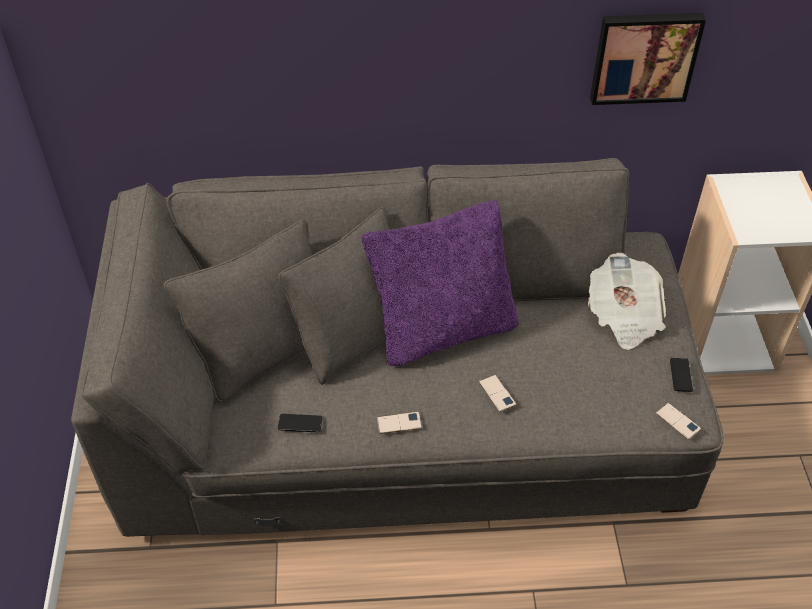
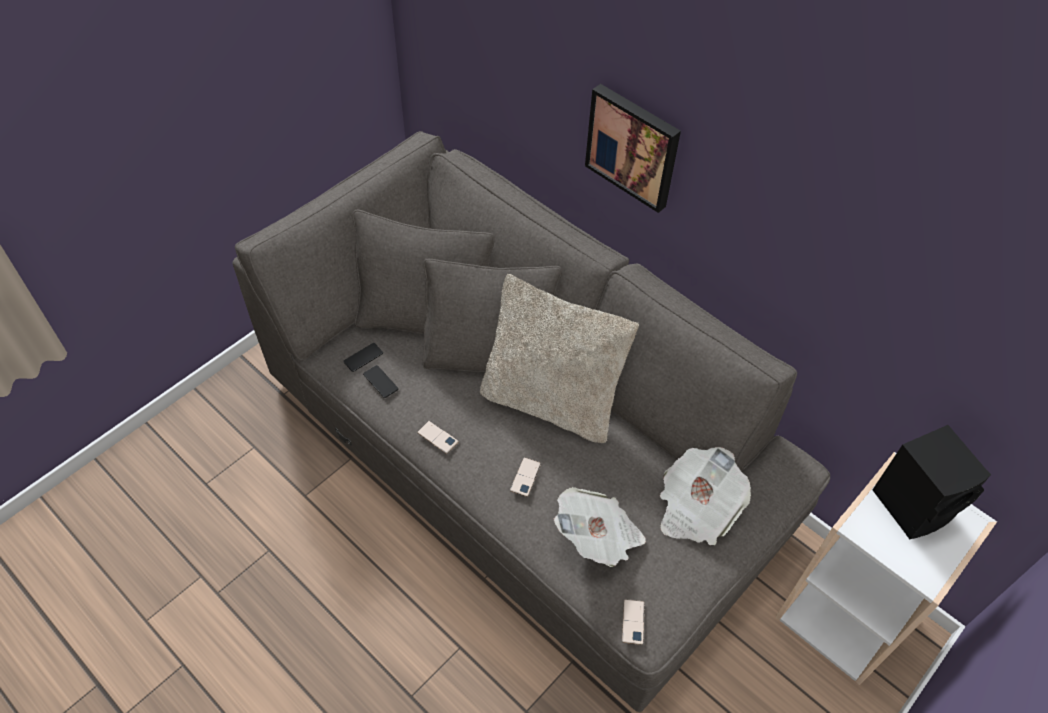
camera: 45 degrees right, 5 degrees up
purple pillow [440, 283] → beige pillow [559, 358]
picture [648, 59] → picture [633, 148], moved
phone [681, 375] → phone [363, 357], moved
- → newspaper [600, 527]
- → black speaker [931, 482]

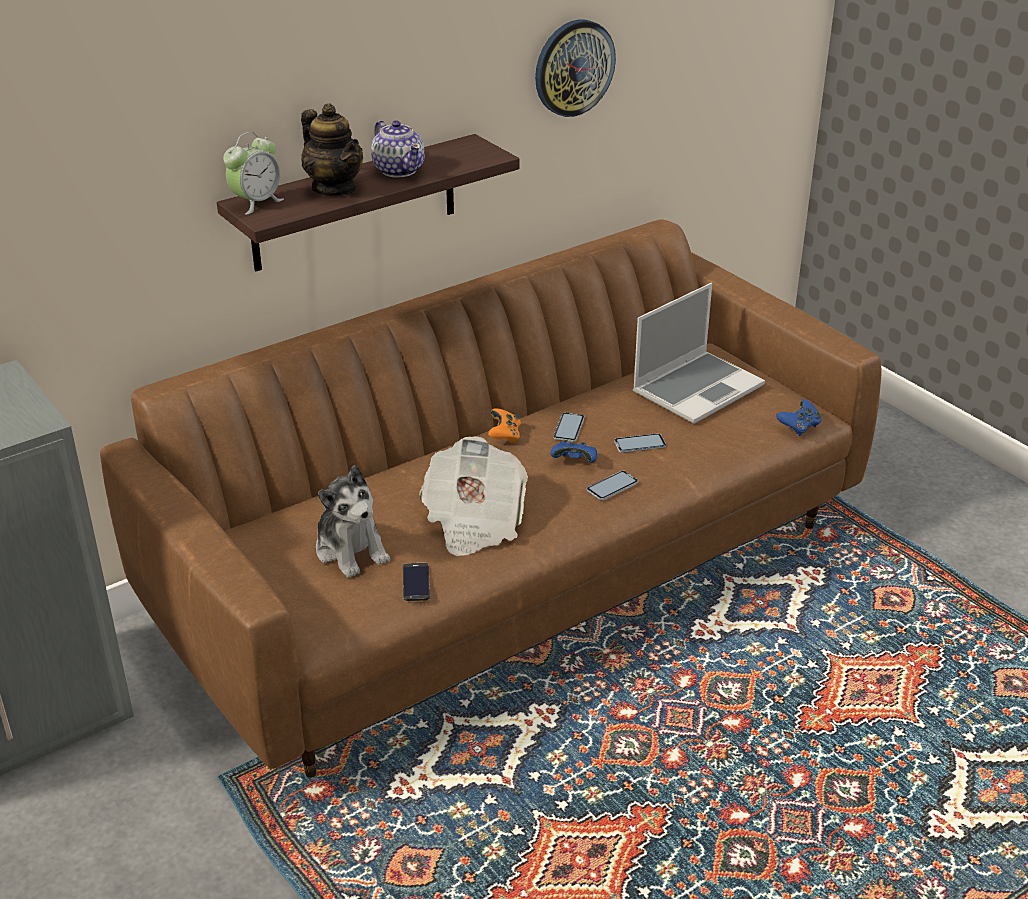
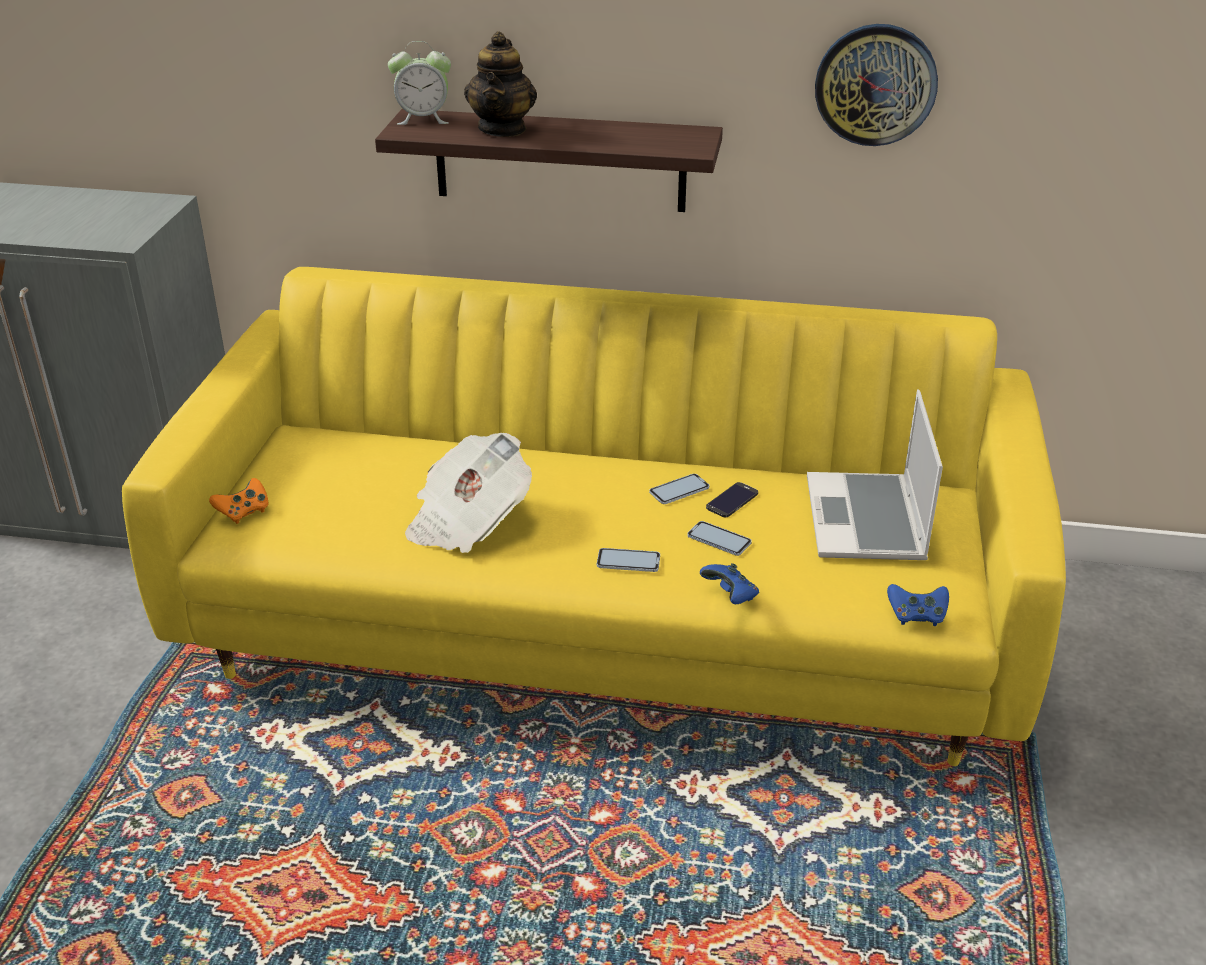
camera: 45 degrees right, 0 degrees up
brown sofa [490, 498] → yellow sofa [594, 516]
plush toy [353, 521] → -
teapot [398, 149] → -
phone [416, 582] → phone [732, 499], moved
orange game controller [504, 425] → orange game controller [239, 501], moved
blue game controller [573, 451] → blue game controller [729, 583], moved
laptop [699, 353] → laptop [875, 475], 90 degrees clockwise

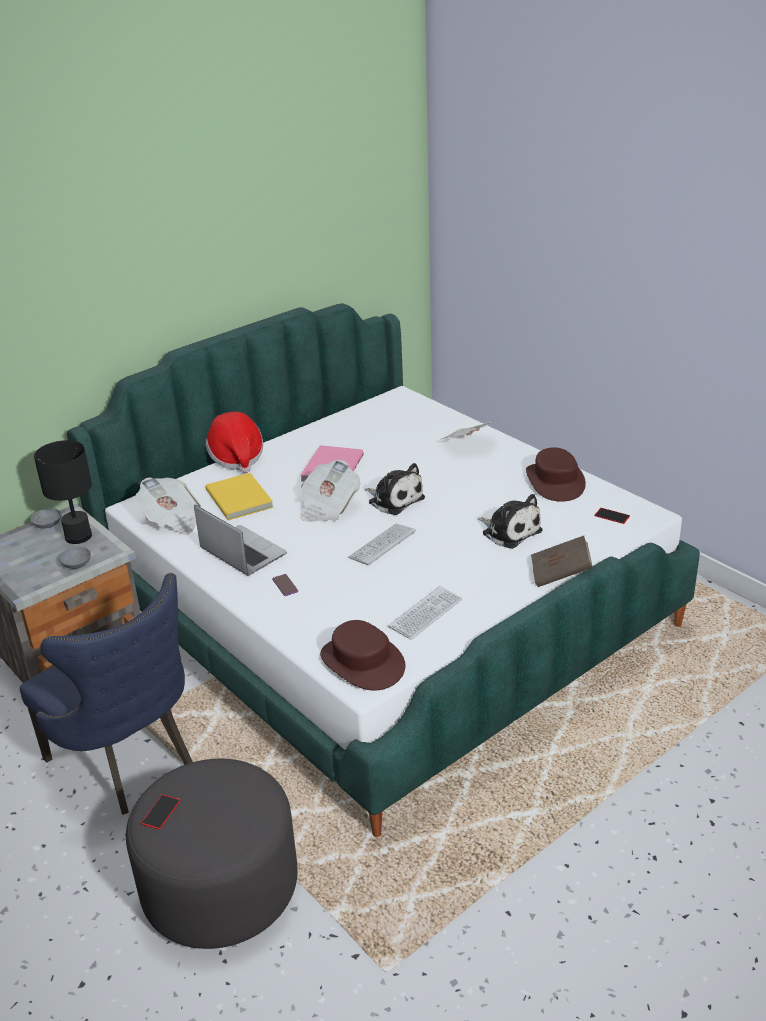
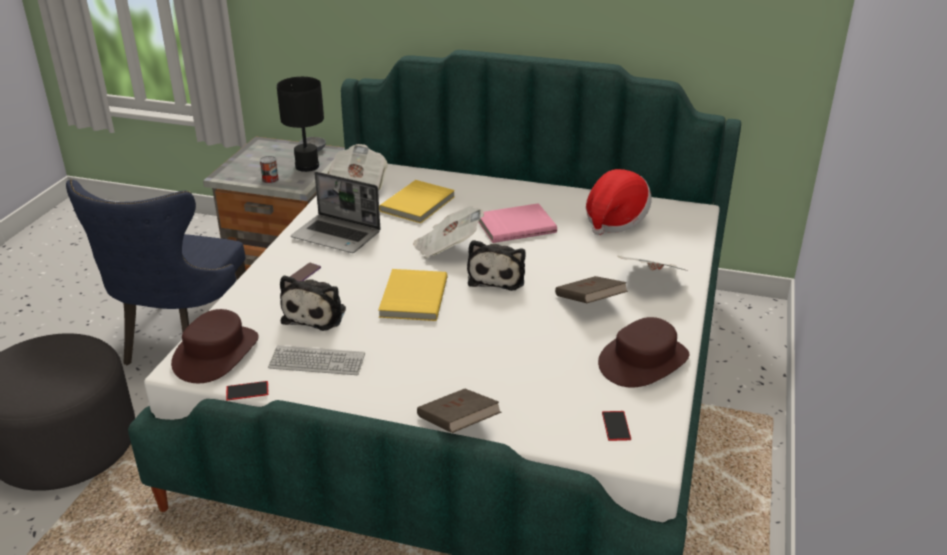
camera: 55 degrees right, 0 degrees up
grey bowl [75, 558] → can [269, 170]
phone [161, 812] → phone [247, 390], moved
laptop [240, 540] → laptop [335, 212], 105 degrees clockwise
hat [234, 442] → hat [618, 202], moved
keyboard [382, 544] → yellow book [413, 295]
plush toy [510, 521] → plush toy [313, 303], moved
- → brown book [591, 289]

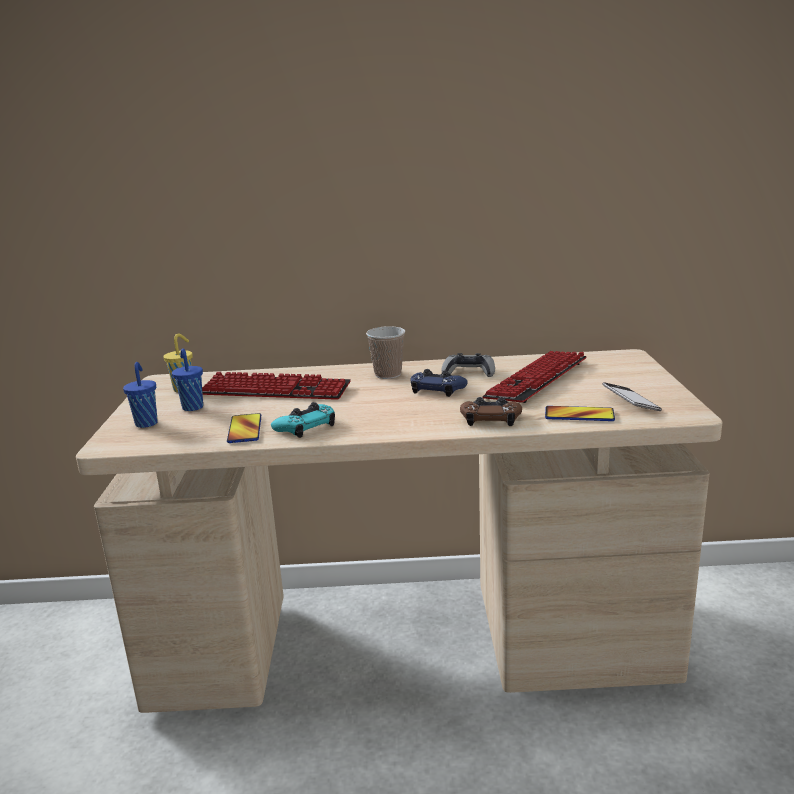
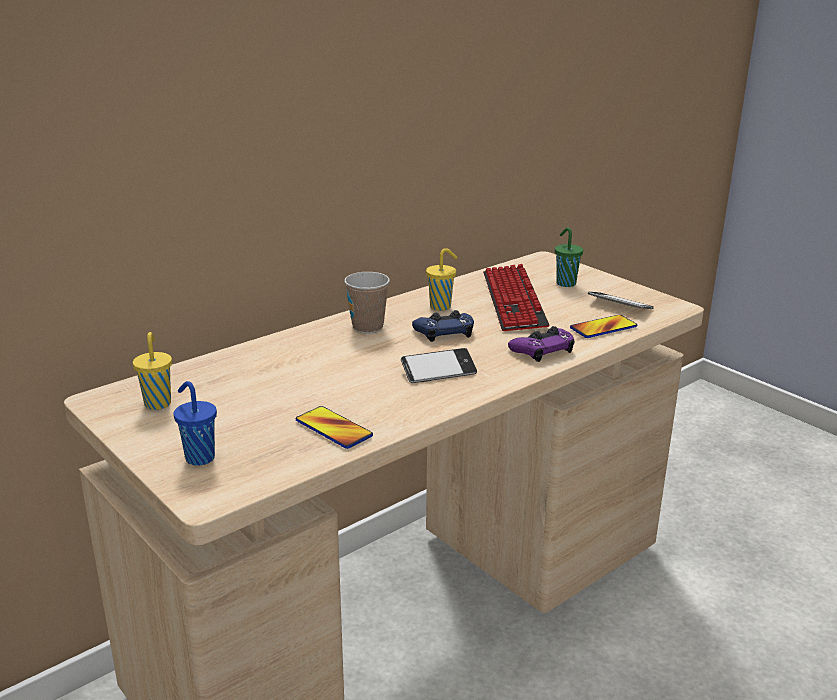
camera: 40 degrees left, 5 degrees up
blue cup [187, 379] → -
keyboard [276, 386] → -
turquoise game controller [303, 420] → -
grey game controller [468, 365] → yellow cup [441, 279]
brown game controller [491, 411] → purple game controller [541, 344]
- → phone [439, 365]
- → green cup [569, 257]

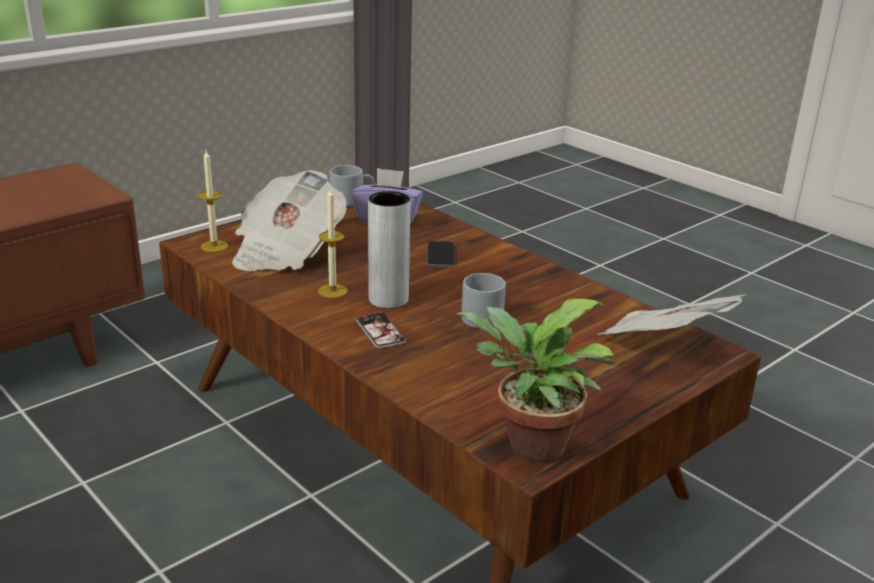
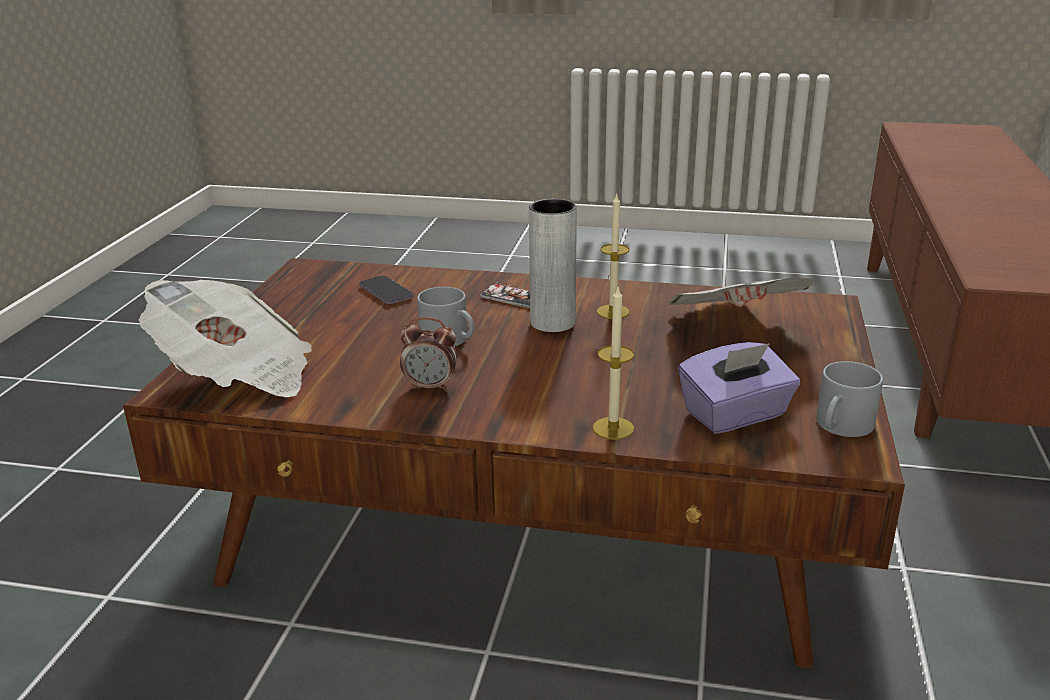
camera: 145 degrees right, 0 degrees up
candle [213, 201] → candle [613, 362], moved
phone [441, 254] → phone [386, 290], moved
potted plant [535, 381] → -
- → alarm clock [428, 354]

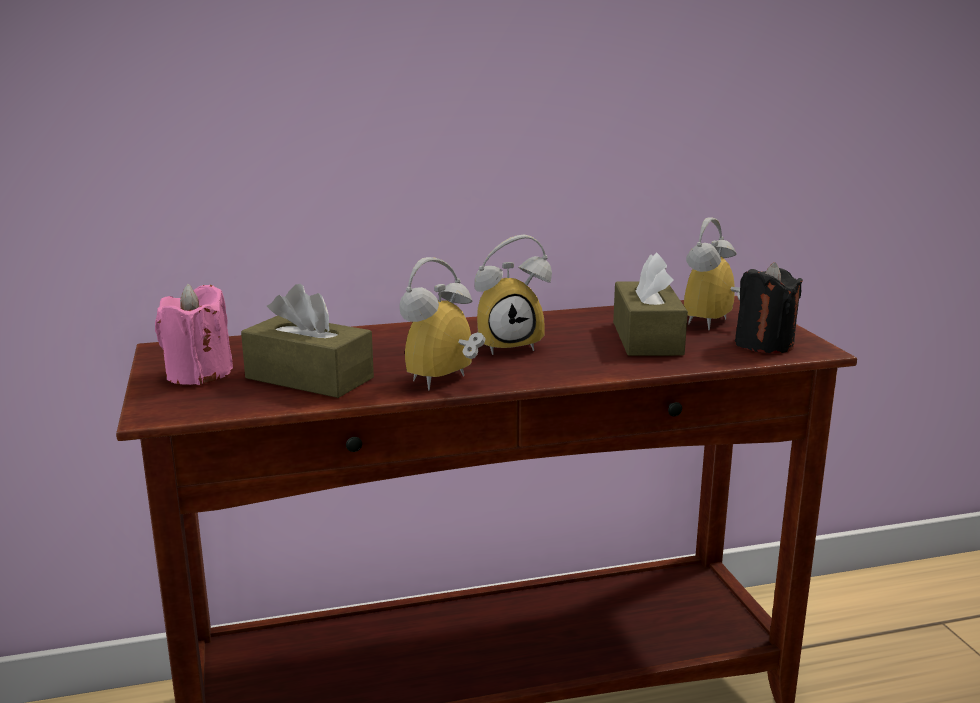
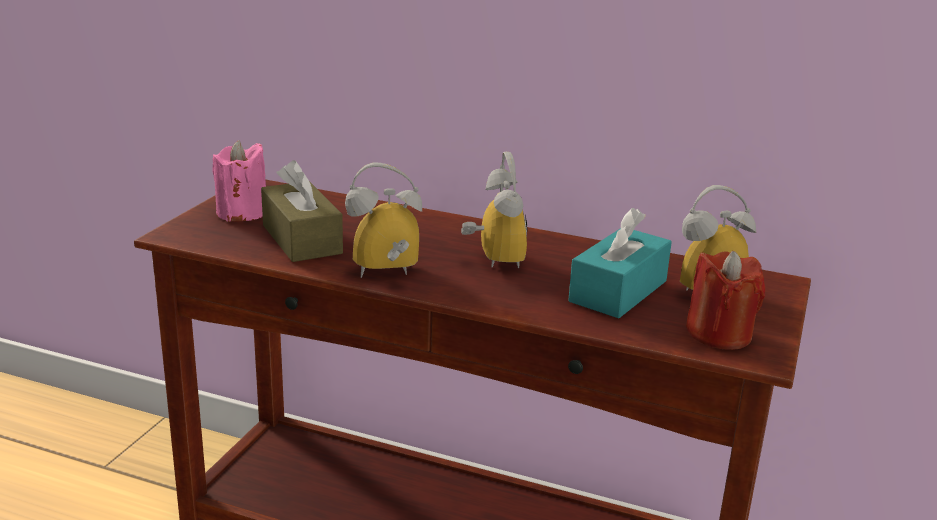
camera: 35 degrees right, 5 degrees up
alarm clock [513, 295] → alarm clock [494, 210], 120 degrees counterclockwise
brown tissue box [650, 304] → turquoise tissue box [620, 263]
black candle [769, 307] → red candle [725, 300]

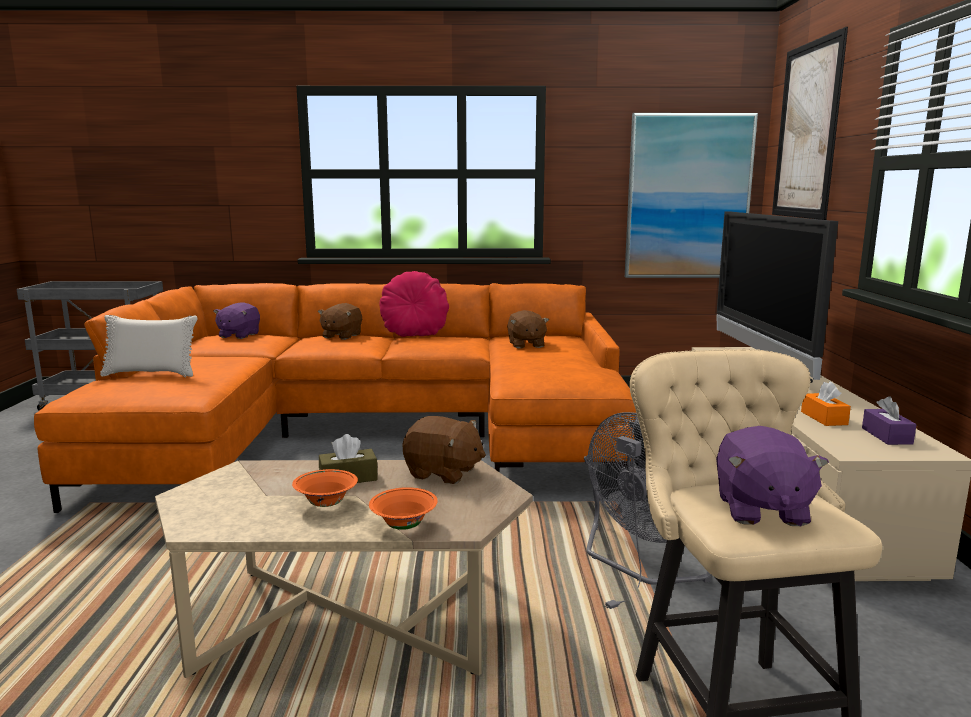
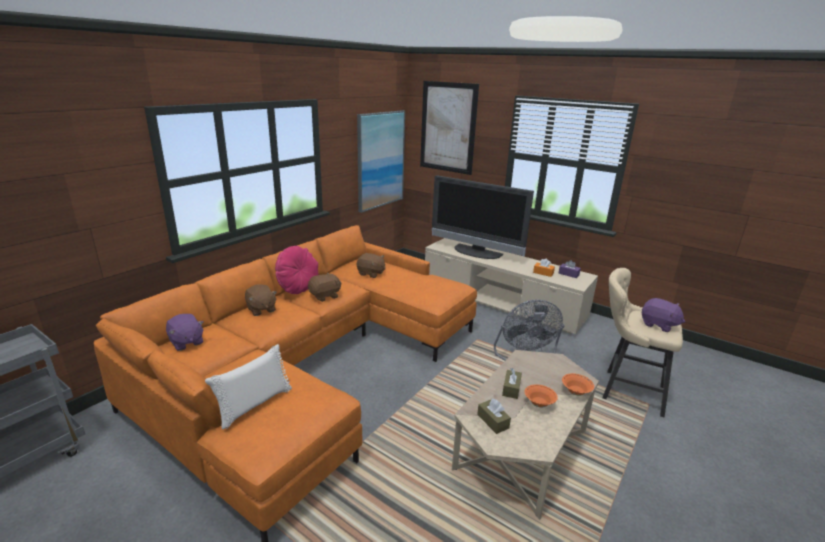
camera: 55 degrees left, 10 degrees up
brown plush toy [444, 450] → brown plush toy [325, 287], moved
- → brown tissue box [494, 416]

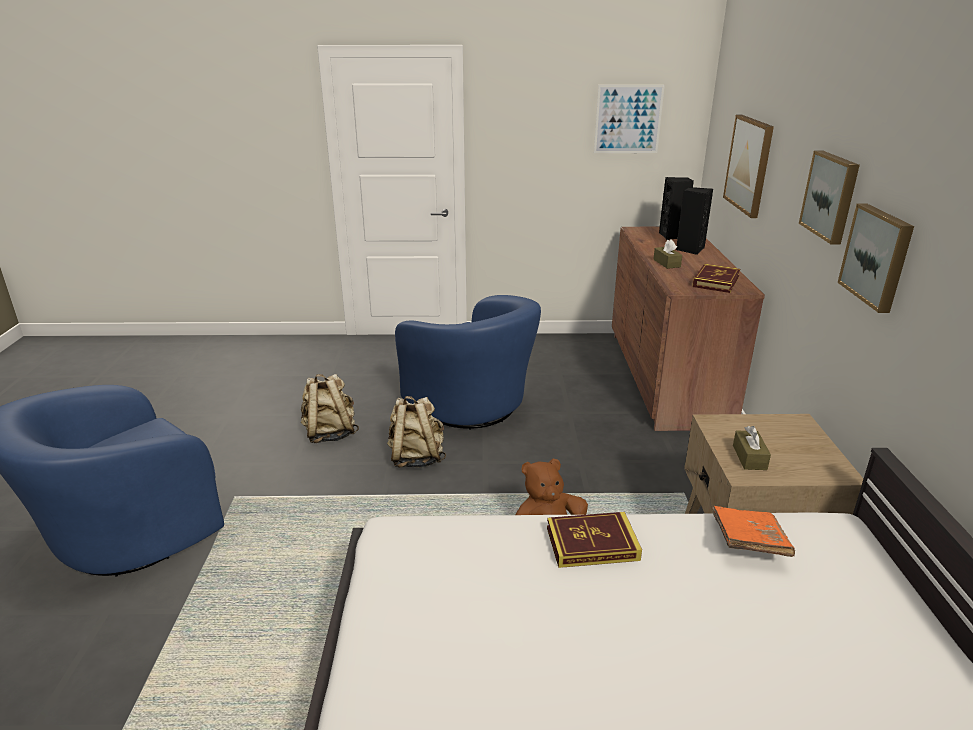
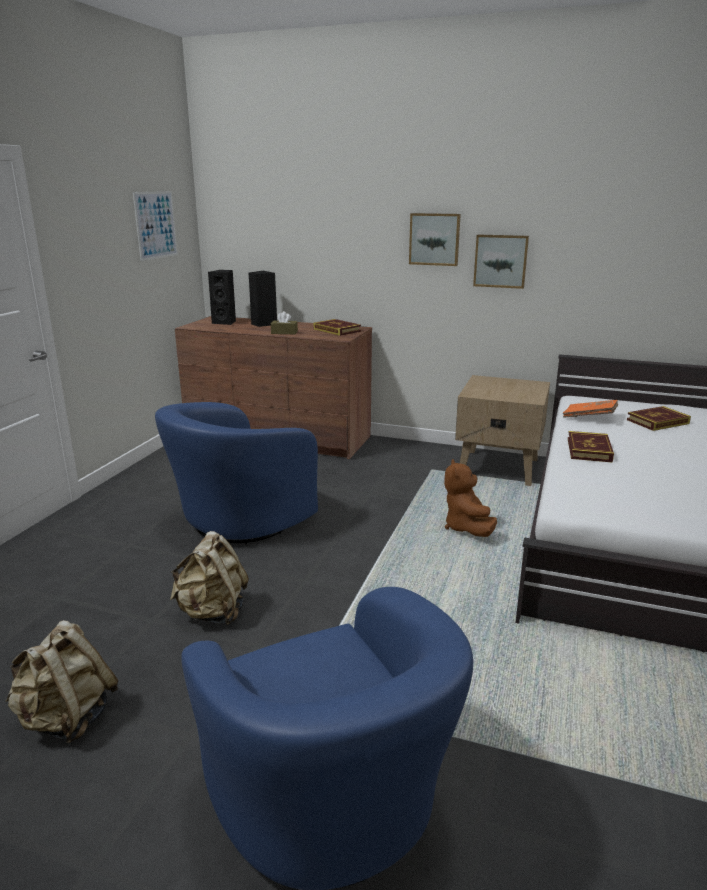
camera: 70 degrees left, 5 degrees down
beige backpack [416, 432] → beige backpack [61, 682], moved
blue armchair [468, 362] → blue armchair [236, 473], 150 degrees clockwise
picture [748, 166] → -
brown tissue box [752, 448] → -
- → book [659, 418]

